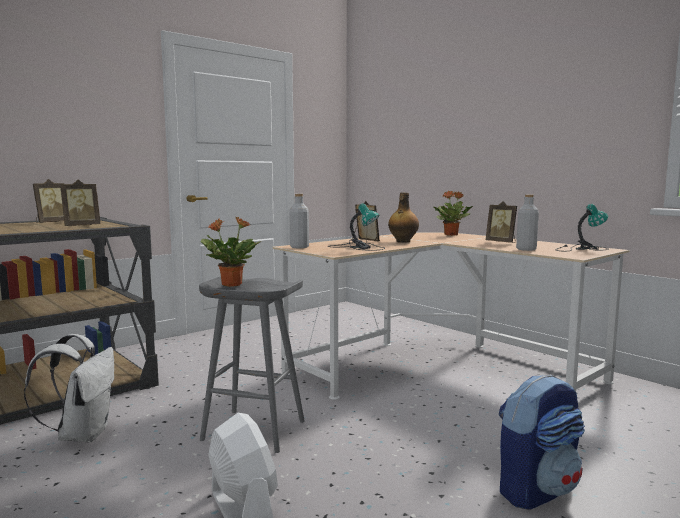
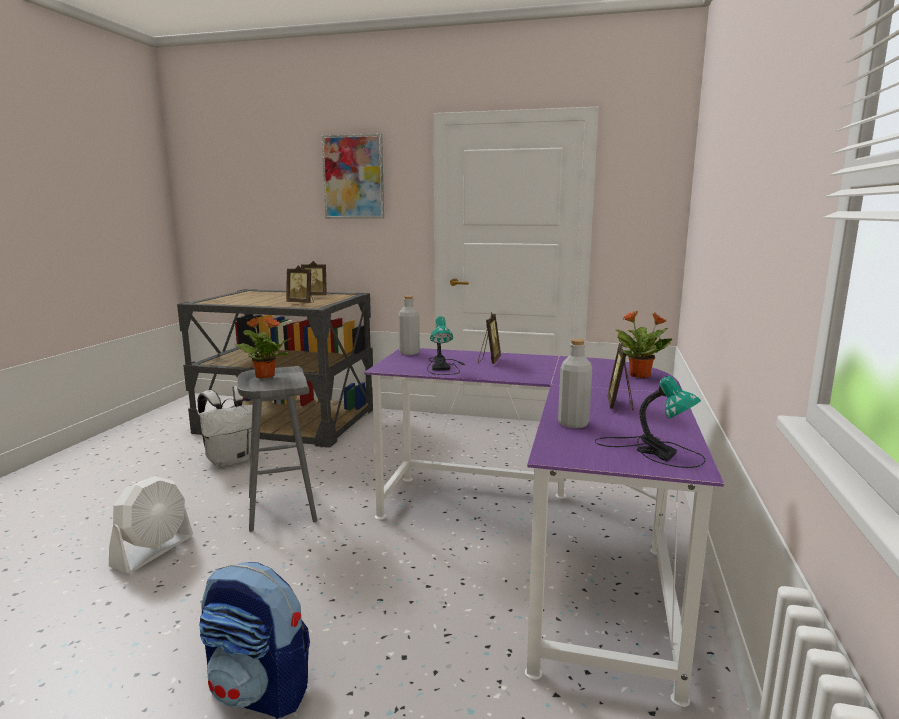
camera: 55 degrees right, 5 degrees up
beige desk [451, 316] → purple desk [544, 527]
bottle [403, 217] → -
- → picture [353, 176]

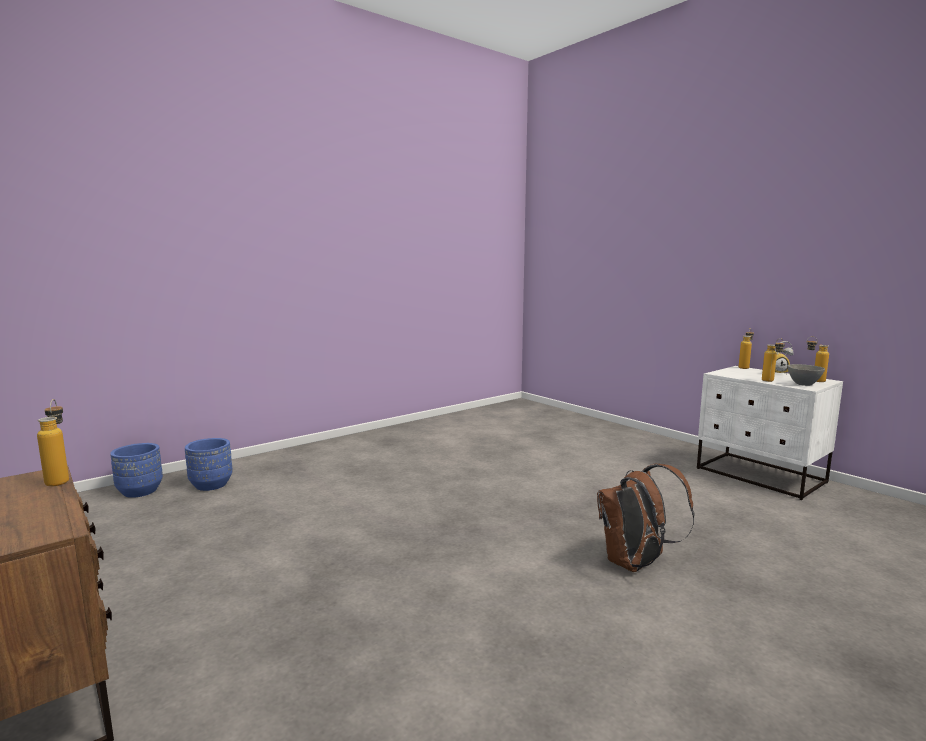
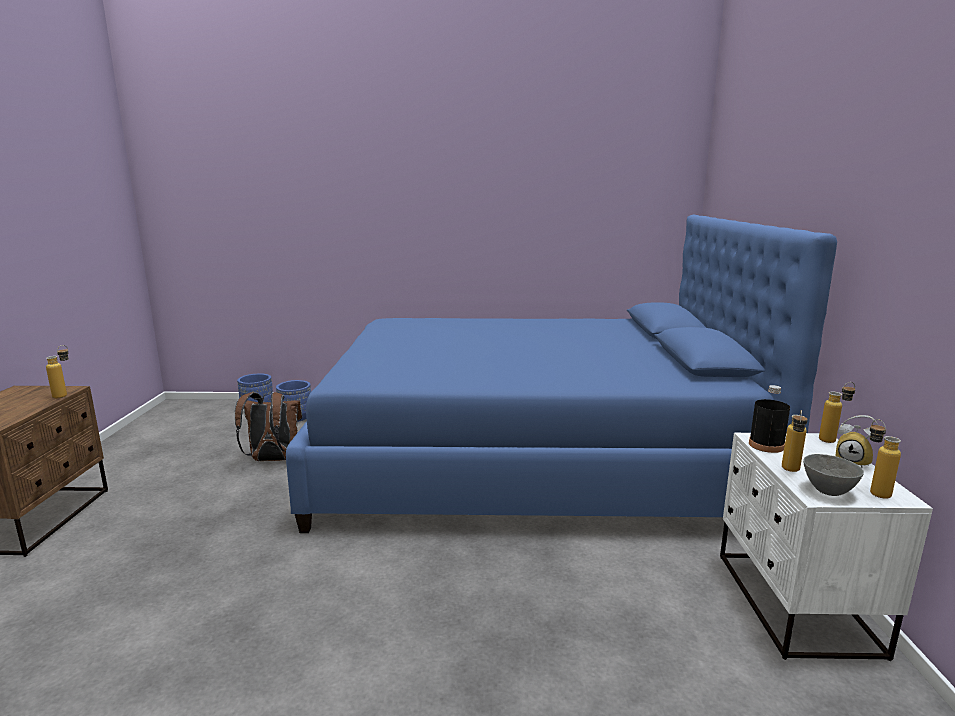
camera: 40 degrees right, 5 degrees up
brown backpack [646, 518] → brown backpack [268, 426], moved
- → blue bed [561, 374]
- → black bottle [769, 419]

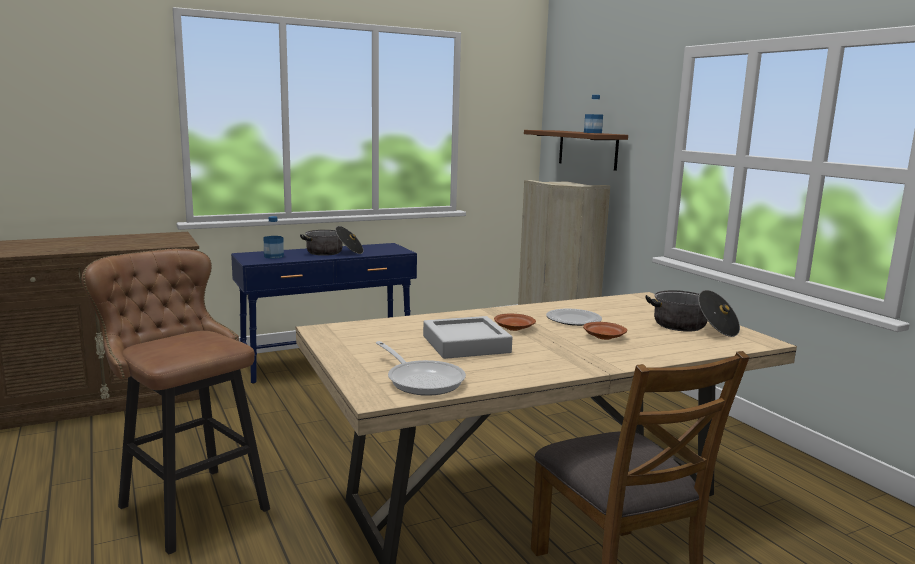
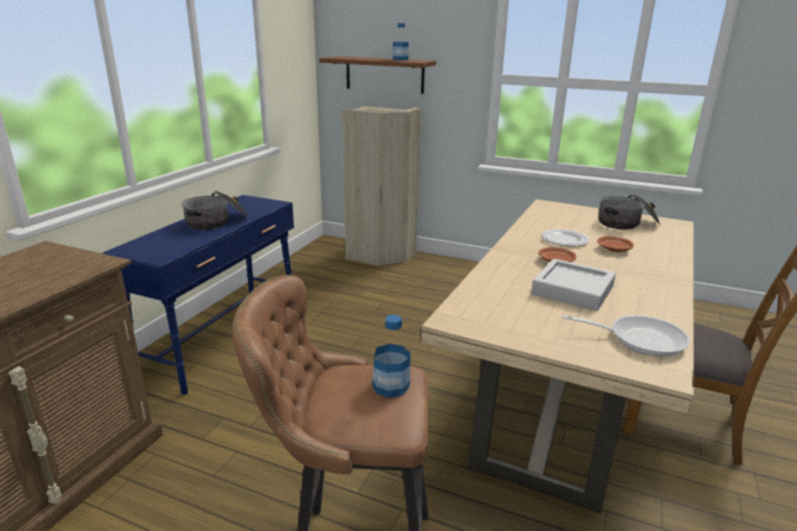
camera: 40 degrees left, 10 degrees up
bottle [274, 237] → bottle [391, 356], moved

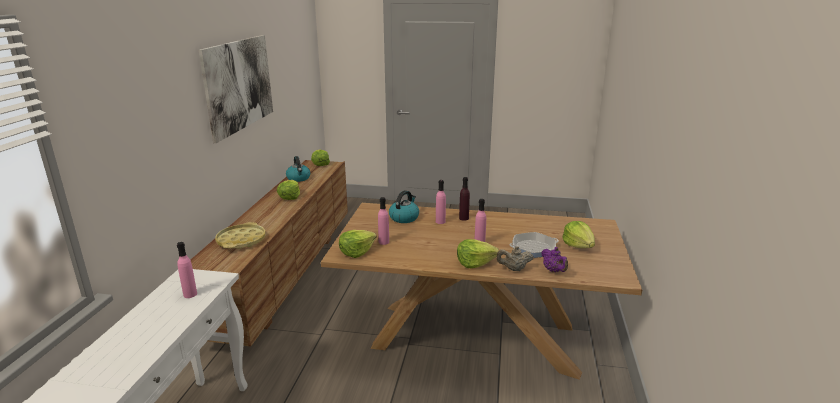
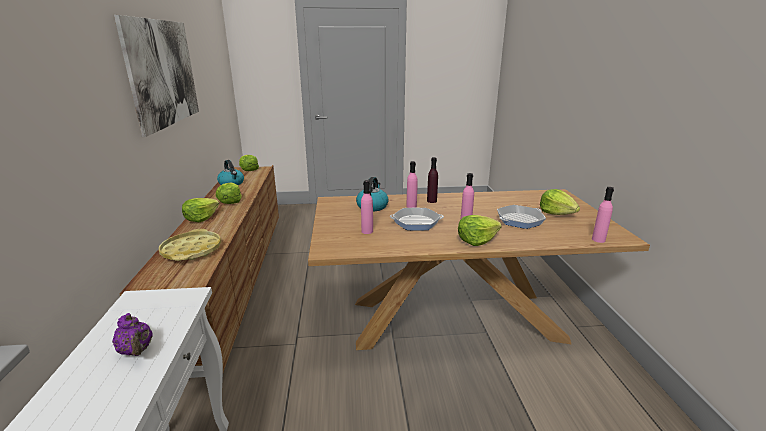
camera: 15 degrees left, 0 degrees up
pink bottle [187, 270] → pink bottle [603, 215], moved
lettuce [358, 244] → lettuce [200, 210], moved
beige teapot [515, 258] → -
purple teapot [554, 259] → purple teapot [132, 334], moved
- → frying pan [417, 219]

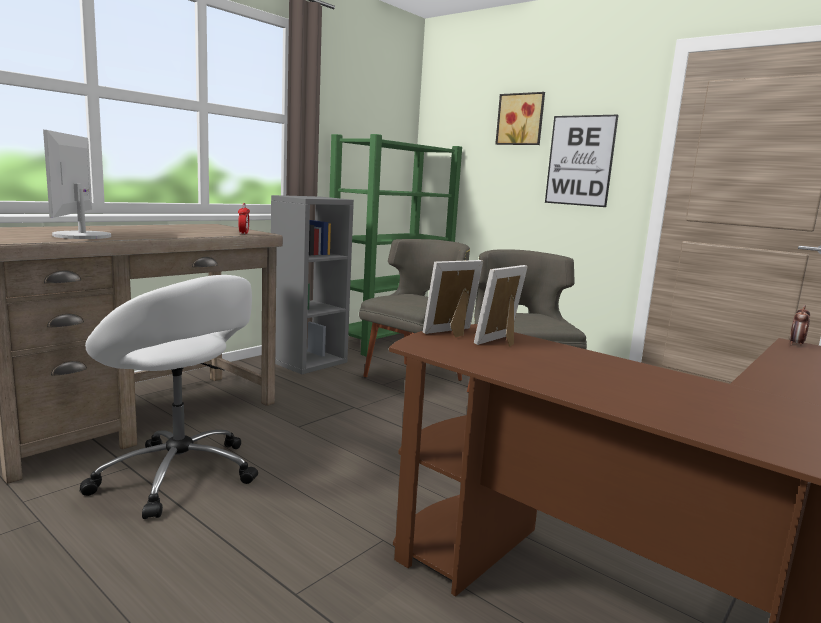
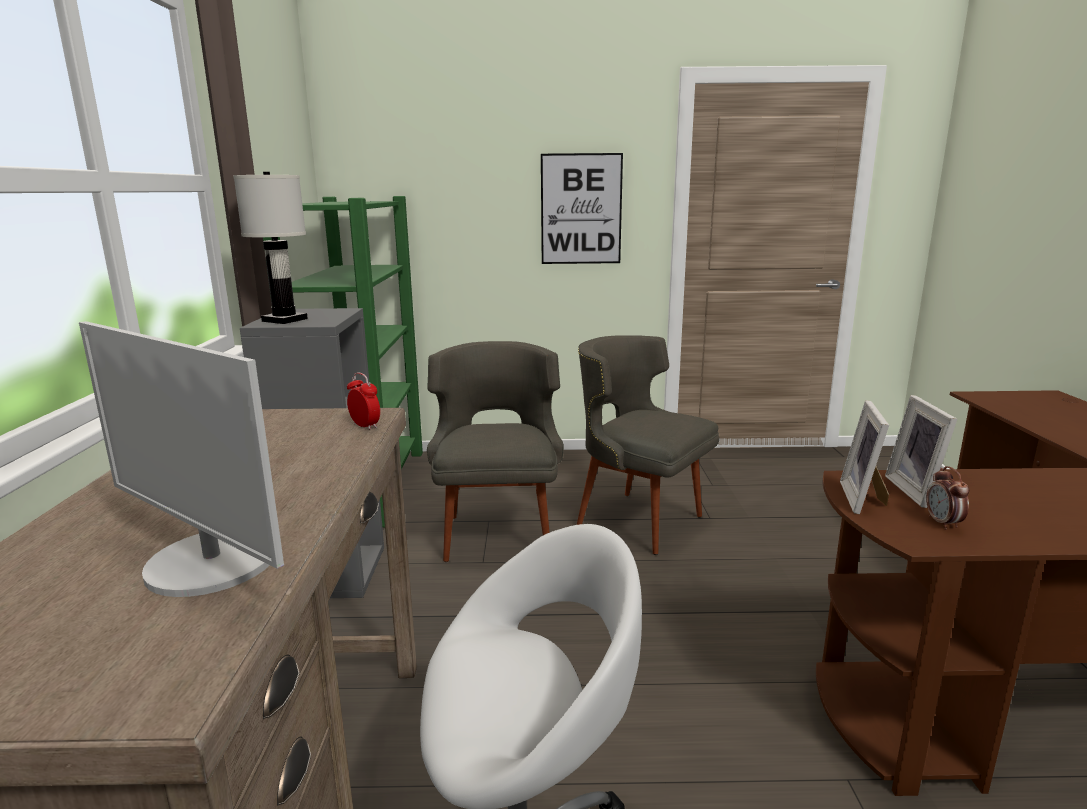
camera: 40 degrees left, 5 degrees up
picture [520, 118] → -
alarm clock [799, 325] → alarm clock [947, 498], moved
- → white table lamp [270, 248]

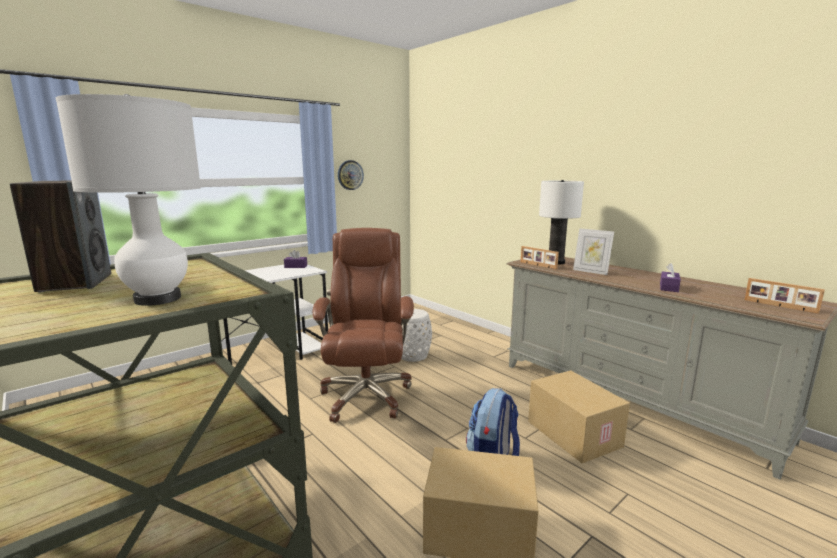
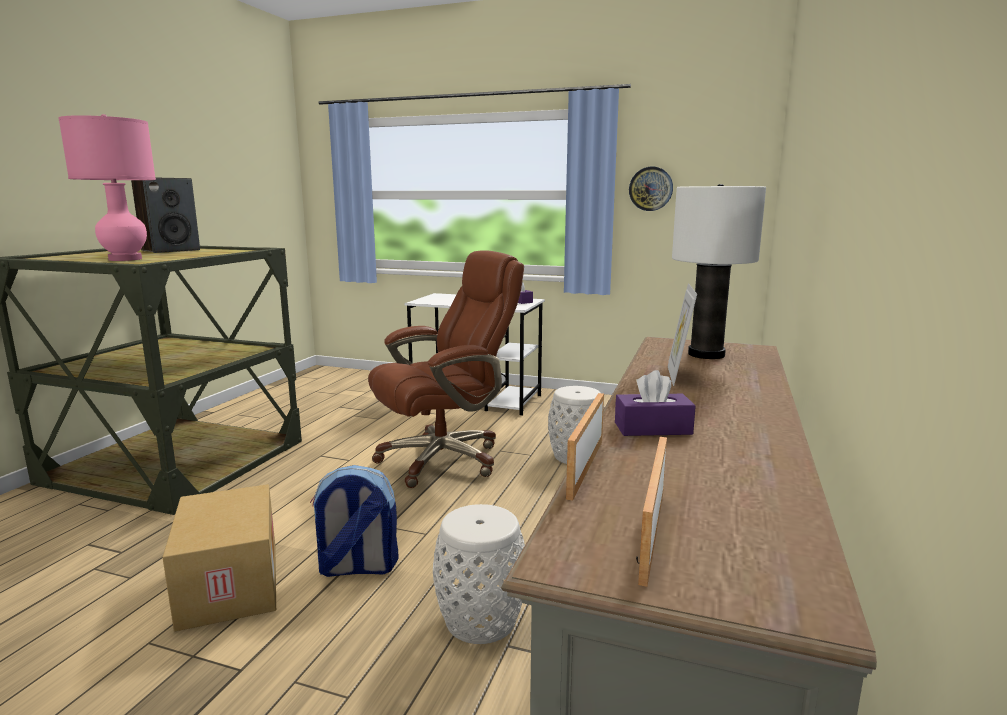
camera: 60 degrees right, 0 degrees up
white table lamp [128, 200] → pink table lamp [107, 187]
picture frame [540, 257] → picture frame [585, 447], moved
cardboard box [579, 416] → white stool [479, 574]

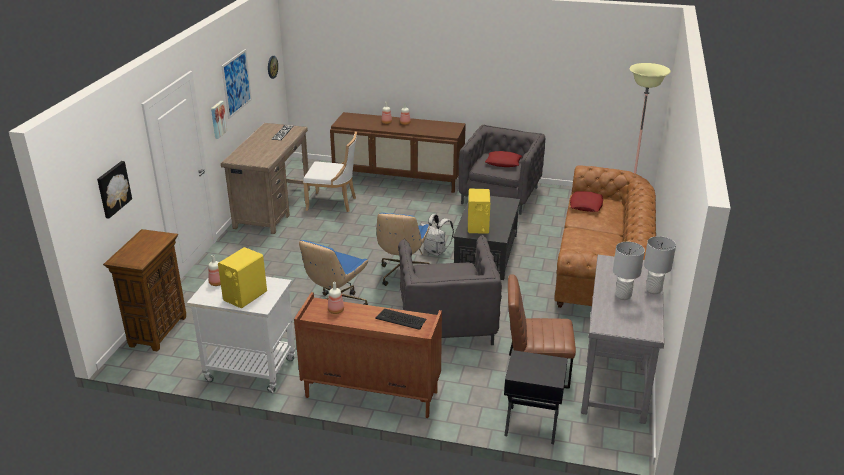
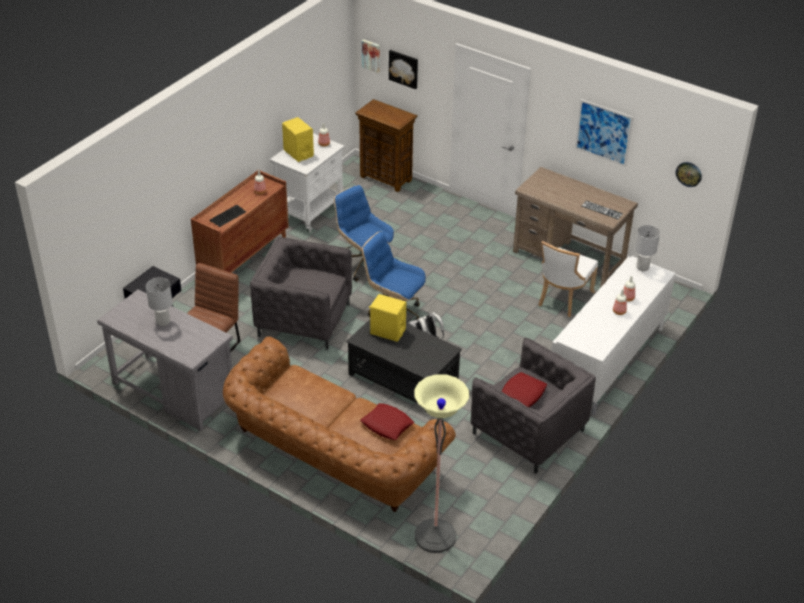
camera: 110 degrees right, 10 degrees up
picture [219, 120] → picture [371, 56], moved
brown cabinet [398, 152] → white cabinet [613, 335]
grey table lamp [660, 265] → grey table lamp [647, 248], moved

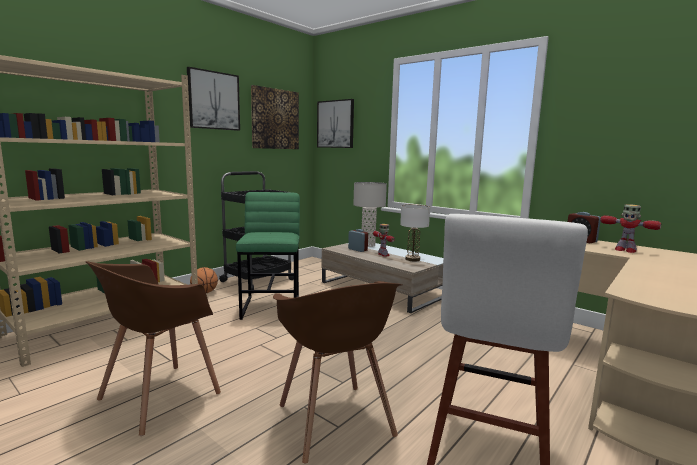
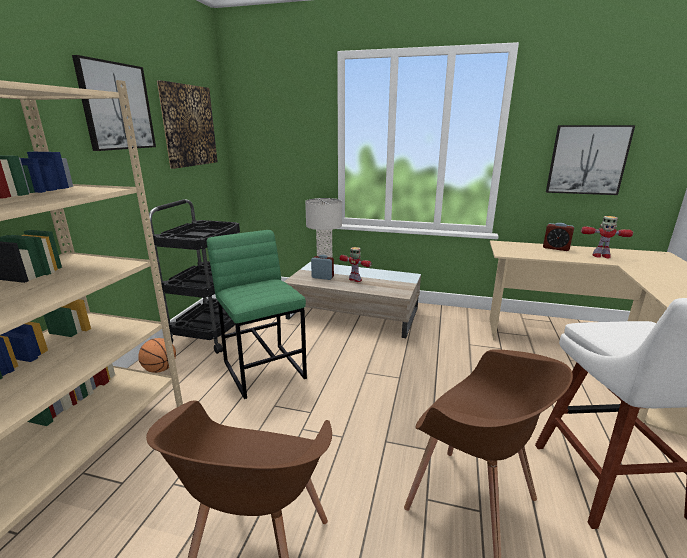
camera: 25 degrees left, 10 degrees up
picture [335, 123] → picture [590, 160], moved
table lamp [415, 233] → -

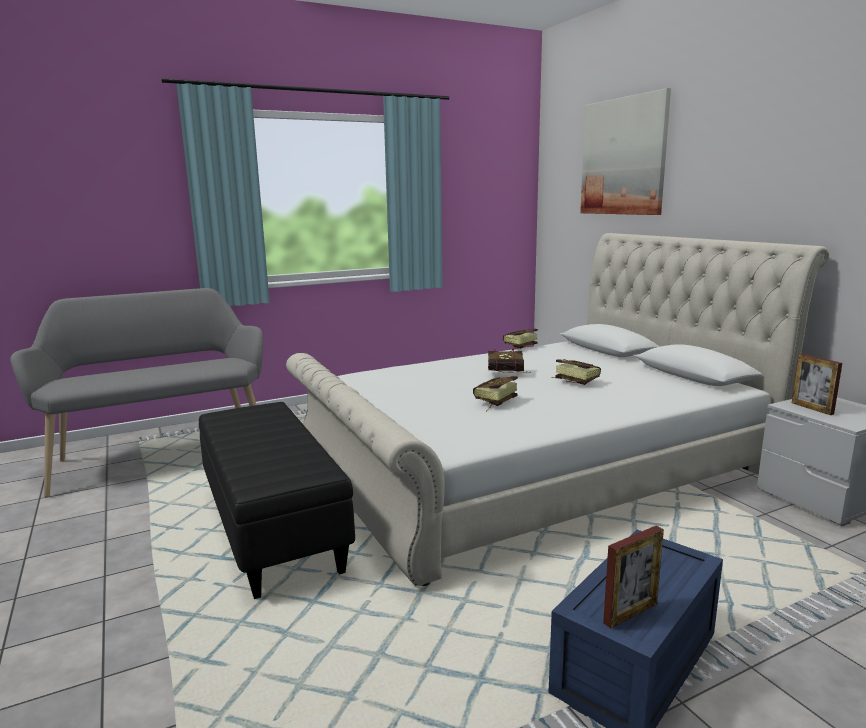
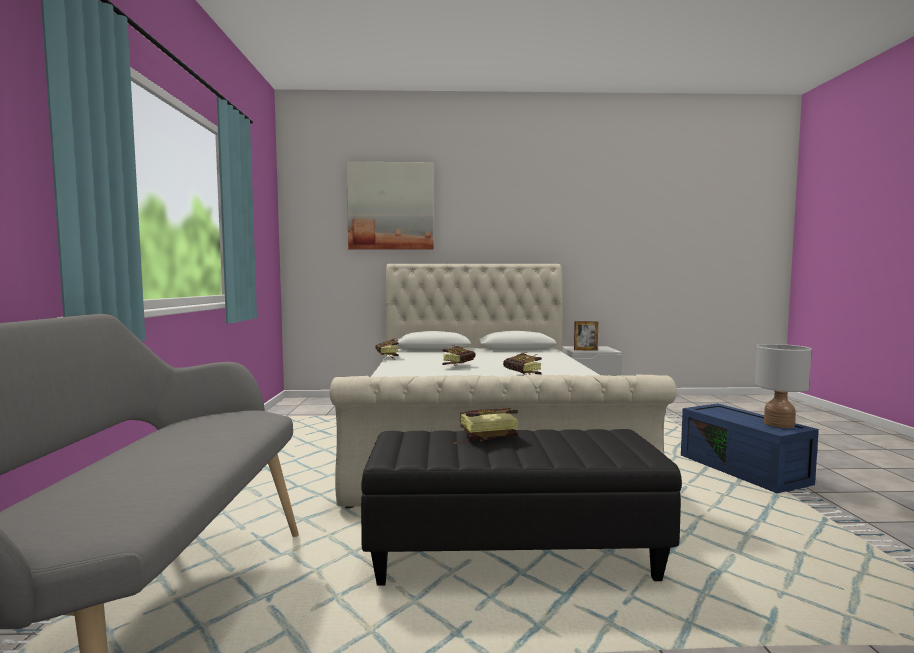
camera: 65 degrees left, 10 degrees down
book [576, 372] → book [486, 426], moved
picture frame [633, 577] → grey table lamp [783, 386]

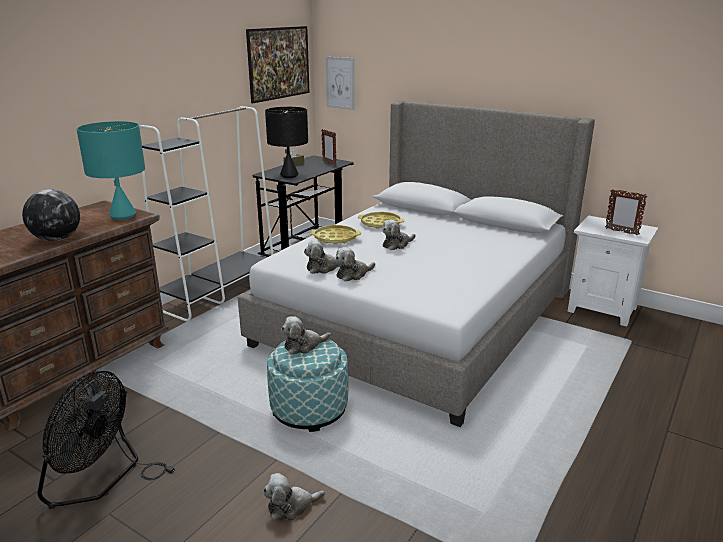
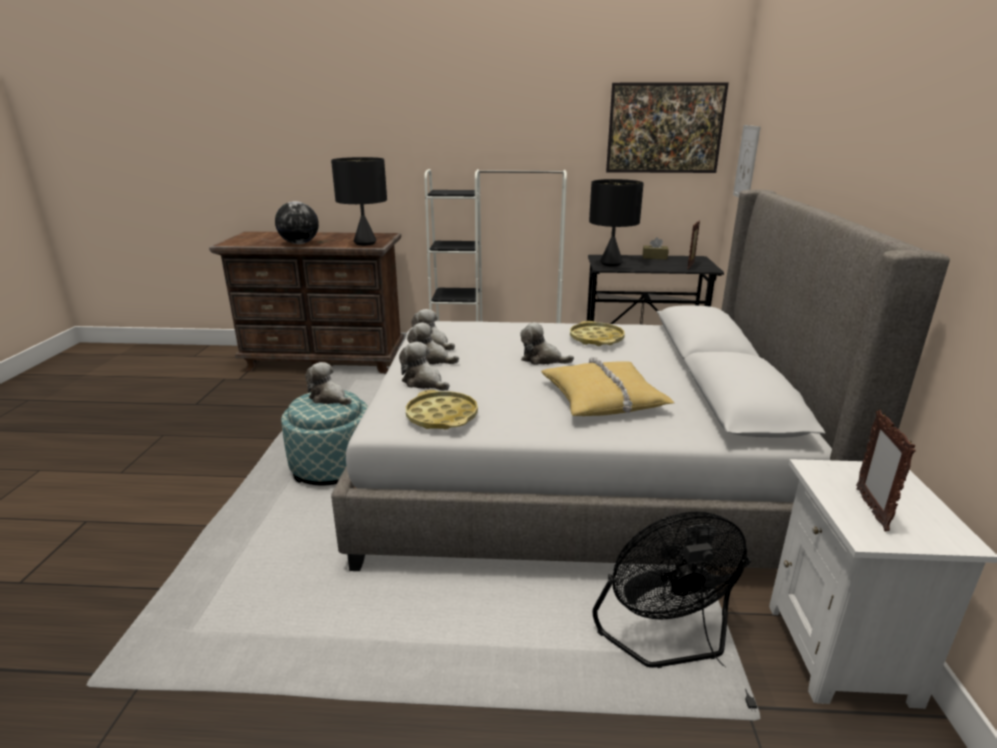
camera: 60 degrees right, 0 degrees up
black fan [106, 440] → black fan [675, 612], moved
turquoise table lamp [111, 170] → black table lamp [359, 201]
plush toy [294, 497] → plush toy [424, 366], moved
yellow tray [335, 234] → yellow tray [442, 410], moved
- → yellow pillow [607, 386]

